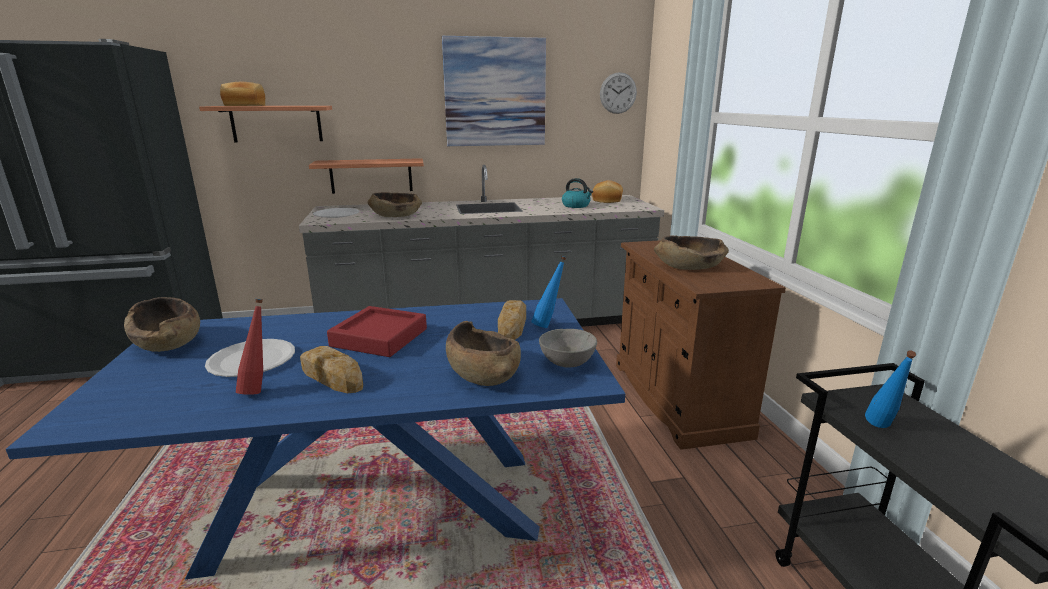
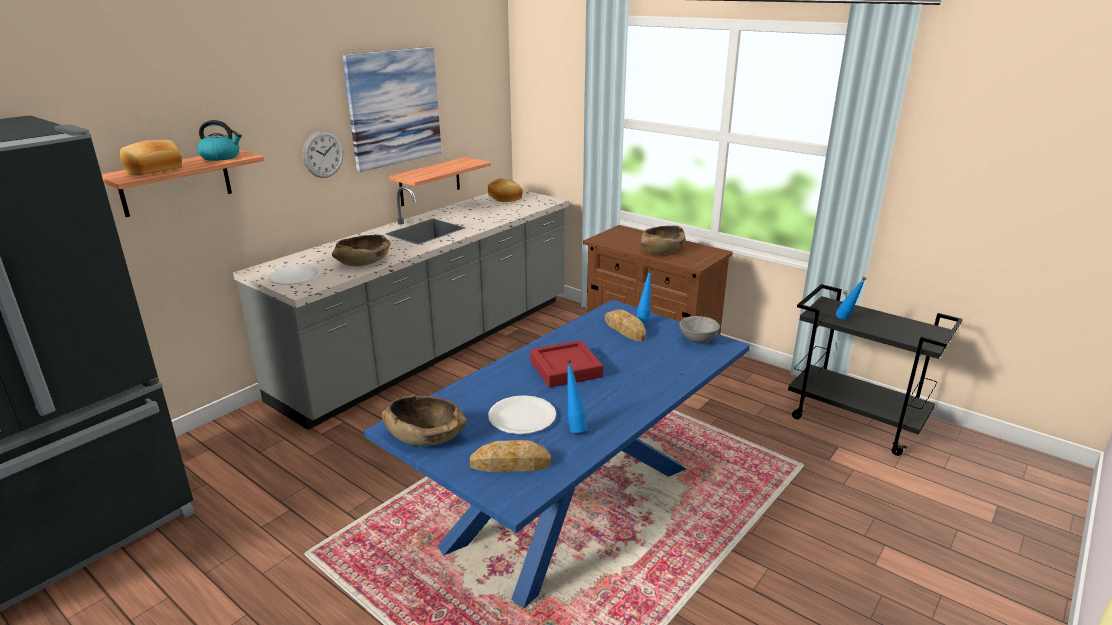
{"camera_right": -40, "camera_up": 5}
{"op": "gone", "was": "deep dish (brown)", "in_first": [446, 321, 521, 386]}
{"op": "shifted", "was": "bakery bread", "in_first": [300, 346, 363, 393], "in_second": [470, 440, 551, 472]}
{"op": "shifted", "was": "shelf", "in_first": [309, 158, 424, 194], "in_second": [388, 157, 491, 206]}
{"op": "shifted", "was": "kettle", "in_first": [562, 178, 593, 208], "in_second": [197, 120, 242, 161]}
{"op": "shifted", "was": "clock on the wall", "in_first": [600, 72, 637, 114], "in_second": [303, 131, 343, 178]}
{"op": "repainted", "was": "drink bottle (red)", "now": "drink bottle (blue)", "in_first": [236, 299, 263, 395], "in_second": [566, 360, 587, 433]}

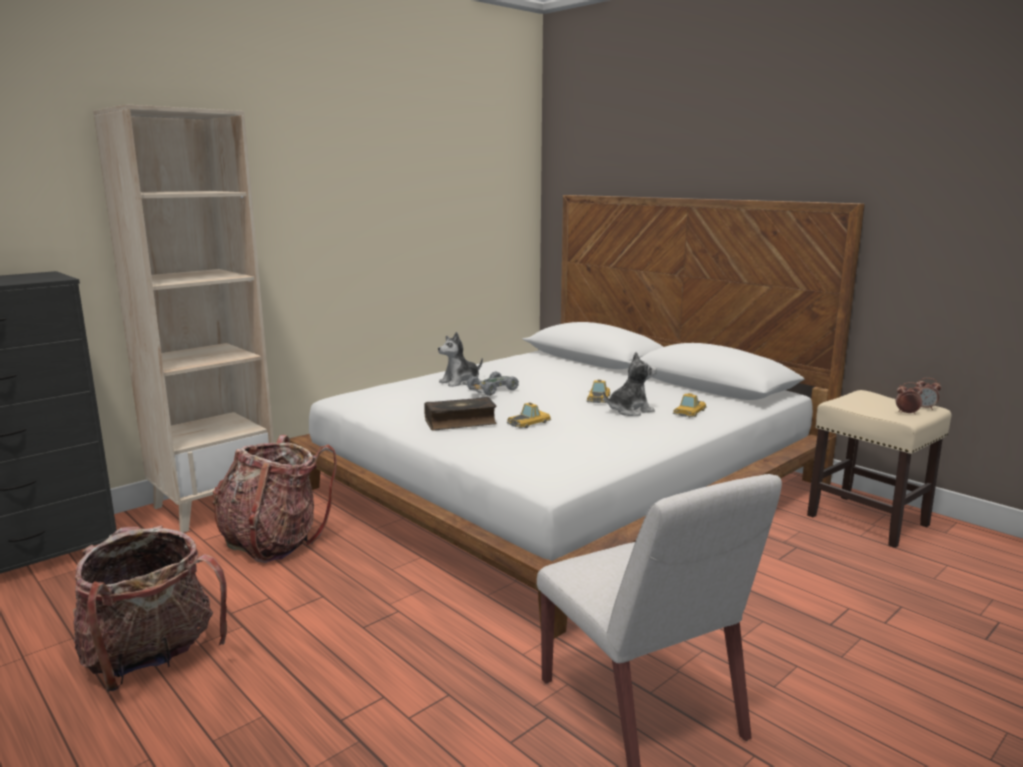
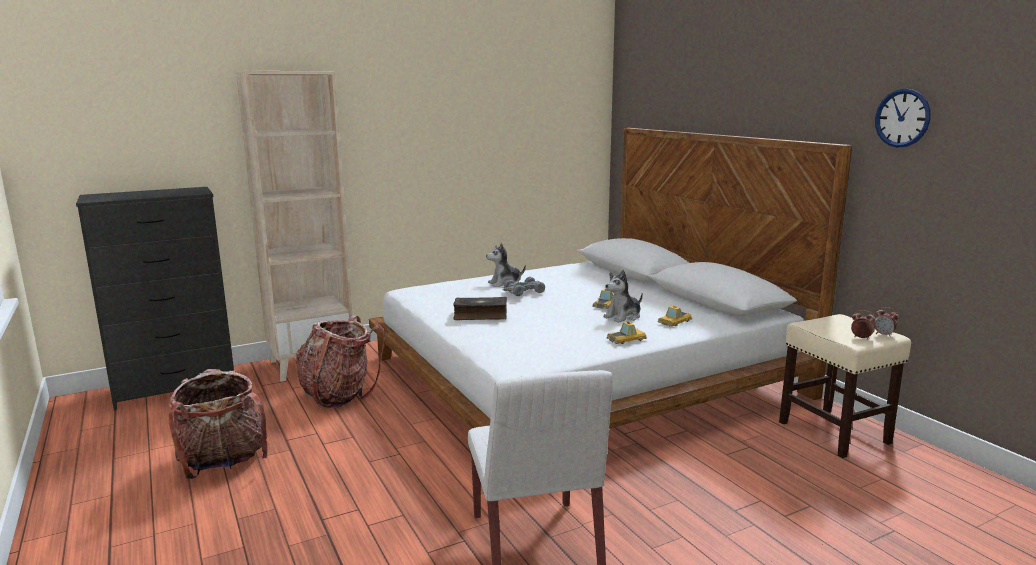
{"camera_right": 15, "camera_up": 0}
{"op": "new", "now": "clock on the wall", "in_second": [875, 89, 931, 148]}
{"op": "shifted", "was": "model car", "in_first": [507, 402, 551, 428], "in_second": [606, 321, 647, 344]}
{"op": "rotated", "was": "soft toy", "in_first": [603, 352, 657, 416], "in_second": [603, 270, 643, 323], "clockwise": 150}

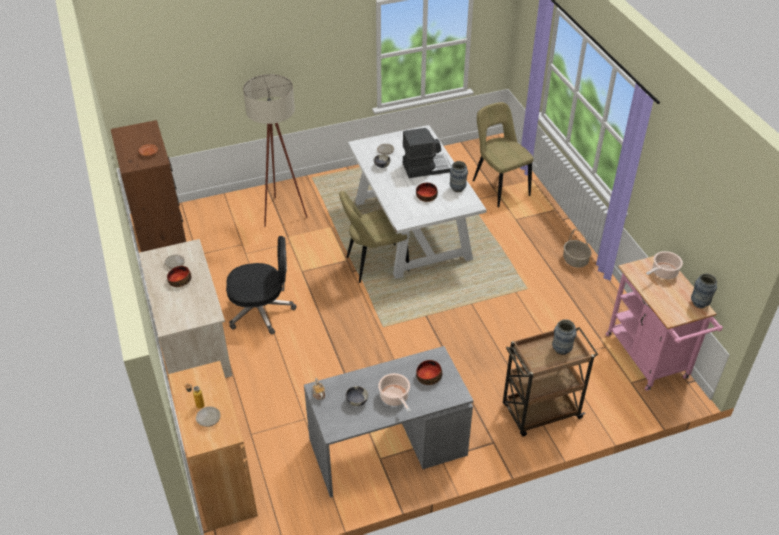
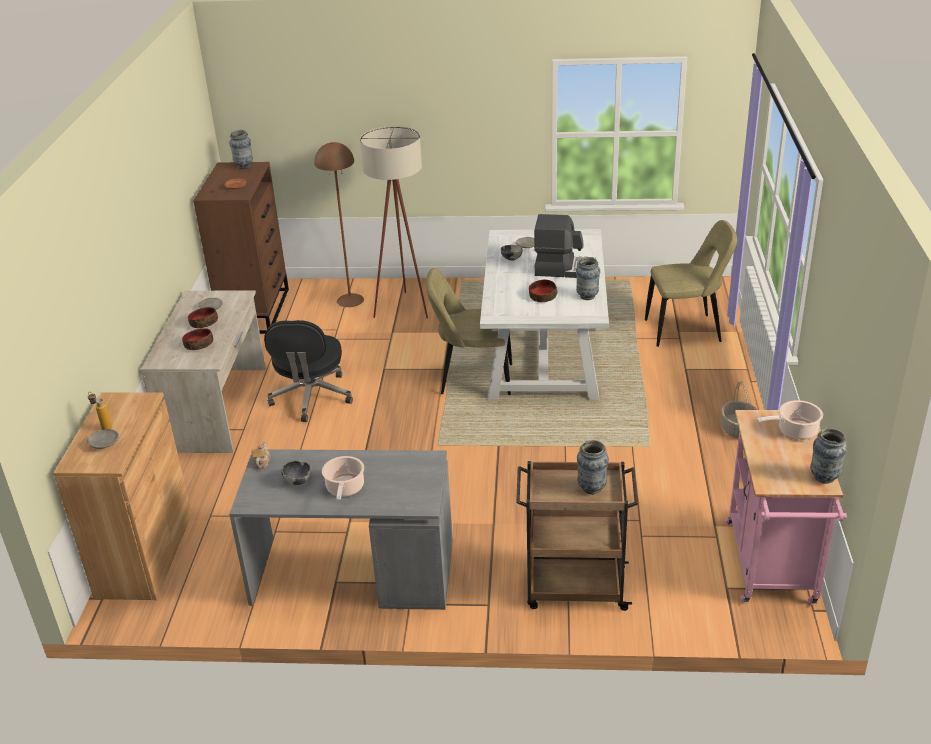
{"camera_right": 25, "camera_up": -10}
{"op": "new", "now": "decorative vase", "in_second": [229, 130, 253, 169]}
{"op": "new", "now": "floor lamp (brown)", "in_second": [314, 142, 364, 307]}
{"op": "shifted", "was": "deep dish", "in_first": [416, 360, 442, 385], "in_second": [182, 328, 213, 350]}
{"op": "rotated", "was": "office chair (black)", "in_first": [226, 236, 296, 335], "in_second": [264, 320, 353, 422], "clockwise": 75}
{"op": "rotated", "was": "upright chair (sand-coloured)", "in_first": [473, 102, 534, 207], "in_second": [645, 220, 737, 347], "clockwise": 90}

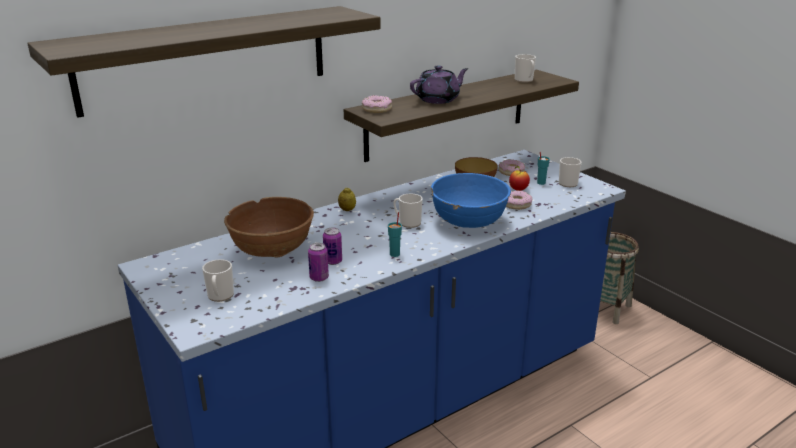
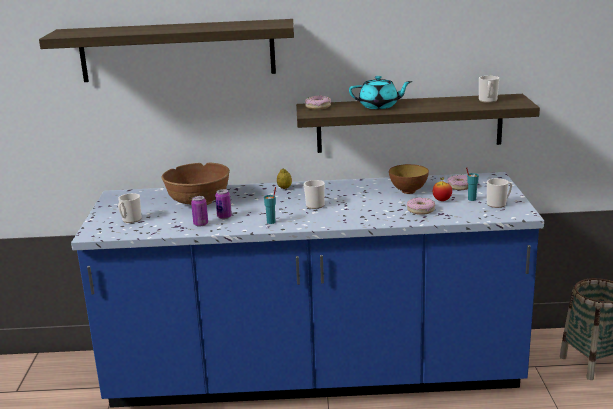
{"camera_right": 35, "camera_up": -5}
{"op": "gone", "was": "deep dish (blue)", "in_first": [431, 173, 511, 228]}
{"op": "repainted", "was": "pot for tea (purple-coloured)", "now": "pot for tea (turquoise)", "in_first": [410, 66, 469, 104], "in_second": [349, 76, 412, 109]}

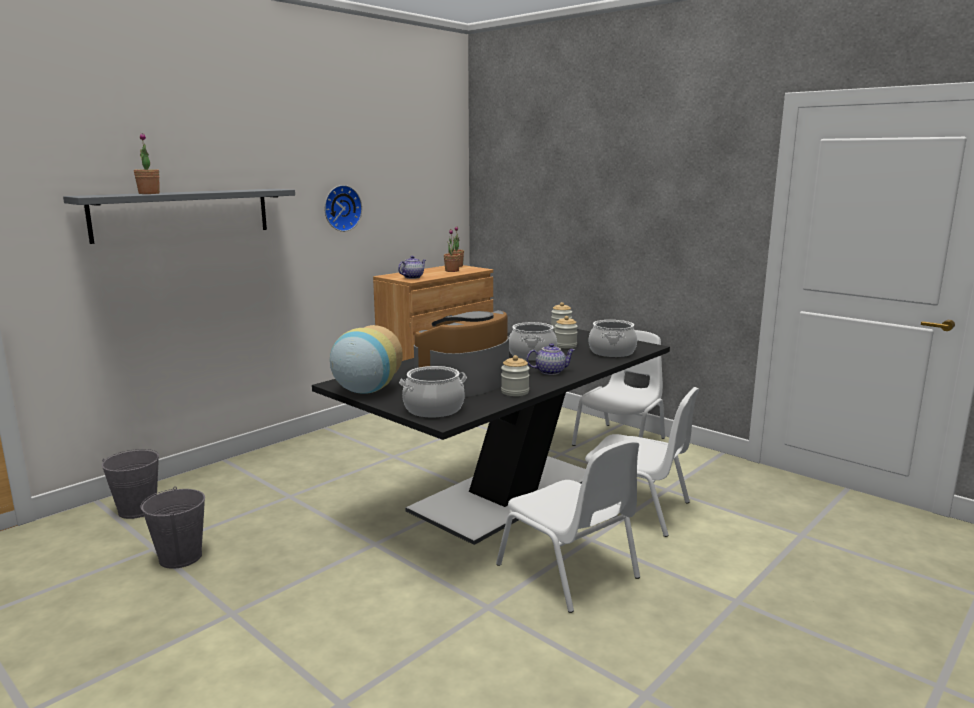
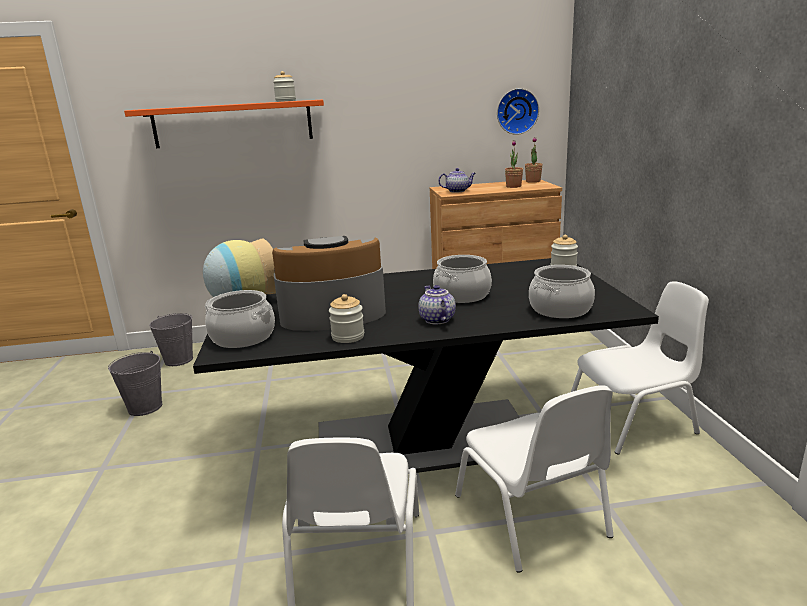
{"camera_right": 40, "camera_up": 5}
{"op": "gone", "was": "plant in a pot", "in_first": [134, 133, 160, 194]}
{"op": "shifted", "was": "clock on the wall", "in_first": [324, 185, 362, 232], "in_second": [497, 88, 539, 135]}
{"op": "shifted", "was": "jar", "in_first": [555, 316, 578, 348], "in_second": [273, 71, 296, 102]}
{"op": "repainted", "was": "shelf (greyish)", "now": "shelf (orange-coloured)", "in_first": [63, 189, 295, 244], "in_second": [124, 100, 324, 148]}
{"op": "rotated", "was": "pot for tea", "in_first": [526, 343, 575, 375], "in_second": [418, 285, 456, 325], "clockwise": -135}

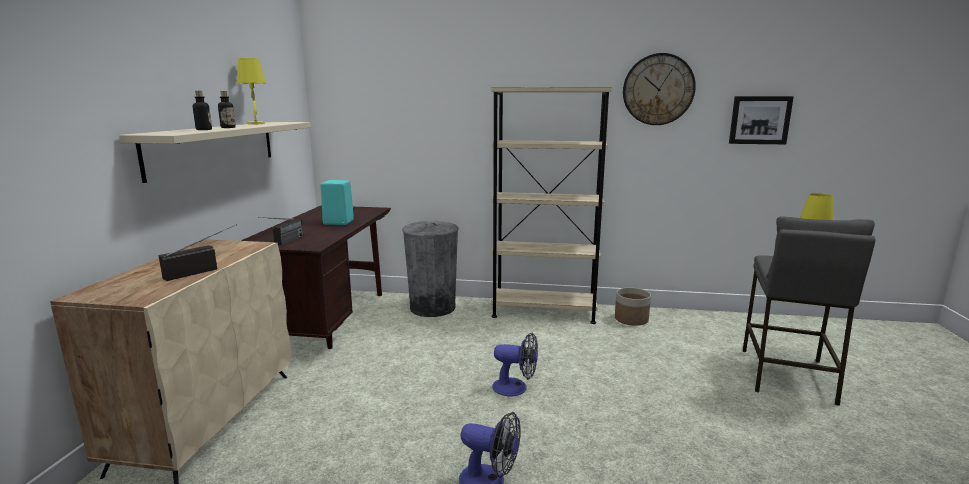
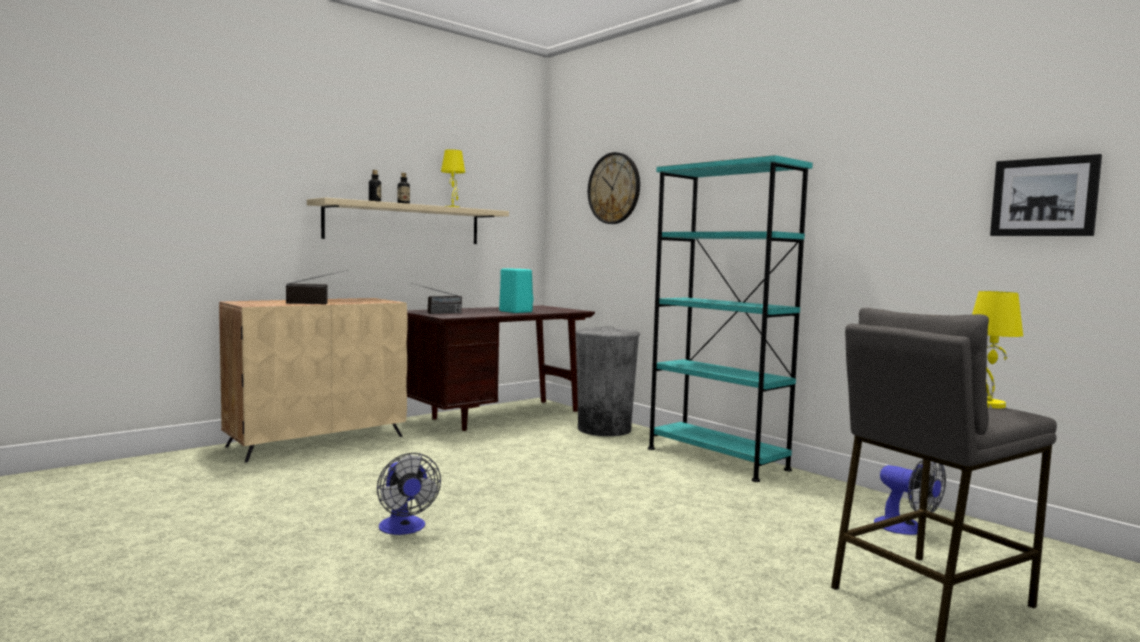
{"camera_right": 40, "camera_up": -10}
{"op": "gone", "was": "plant pot", "in_first": [615, 287, 651, 326]}
{"op": "shifted", "was": "fan", "in_first": [492, 333, 538, 396], "in_second": [874, 459, 946, 535]}
{"op": "shifted", "was": "clock on the wall", "in_first": [623, 53, 696, 125], "in_second": [588, 152, 640, 224]}
{"op": "repainted", "was": "bookshelf (sand-coloured)", "now": "bookshelf (turquoise)", "in_first": [491, 87, 612, 324], "in_second": [648, 155, 813, 482]}

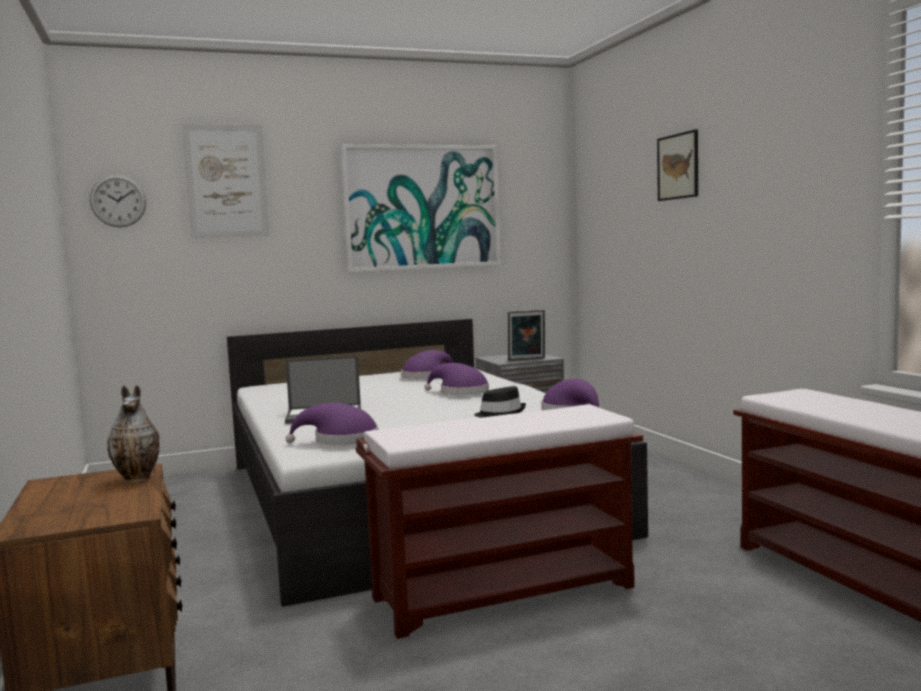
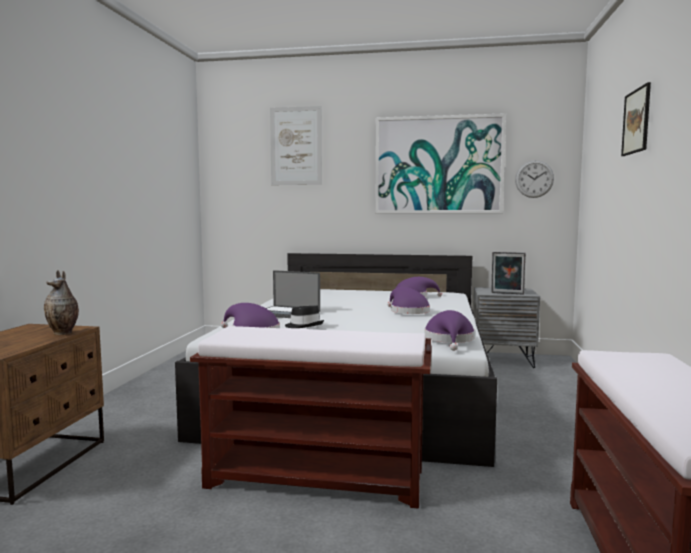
{"camera_right": 30, "camera_up": 0}
{"op": "shifted", "was": "clock on the wall", "in_first": [90, 174, 146, 228], "in_second": [515, 160, 554, 198]}
{"op": "shifted", "was": "wearable hat (black)", "in_first": [474, 386, 526, 418], "in_second": [285, 305, 324, 328]}

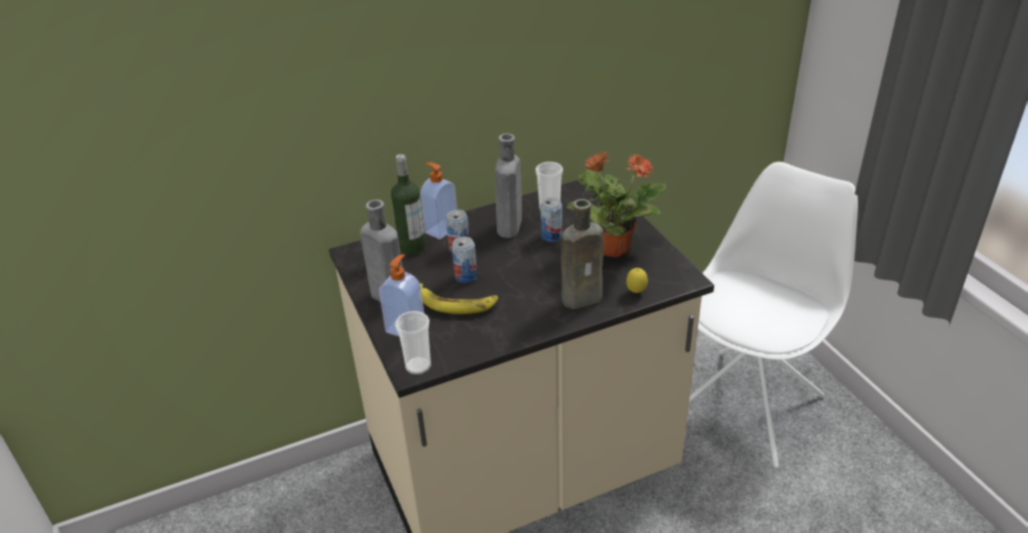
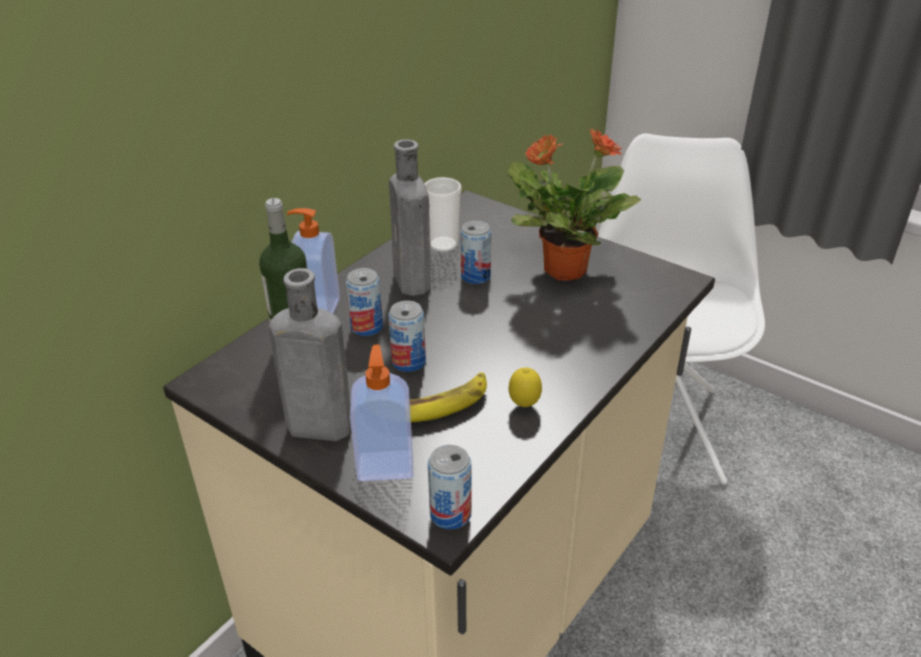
{"camera_right": -30, "camera_up": 0}
{"op": "gone", "was": "drink bottle (brown)", "in_first": [561, 199, 603, 309]}
{"op": "shifted", "was": "citrus fruit", "in_first": [626, 268, 648, 293], "in_second": [509, 368, 542, 407]}
{"op": "swapped", "was": "drinking cup", "now": "metal can", "in_first": [395, 311, 431, 375], "in_second": [428, 445, 471, 529]}

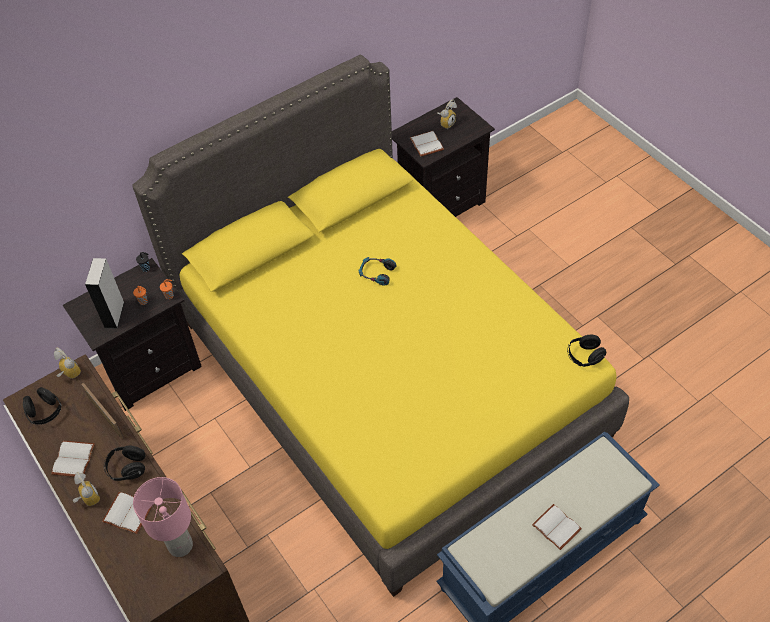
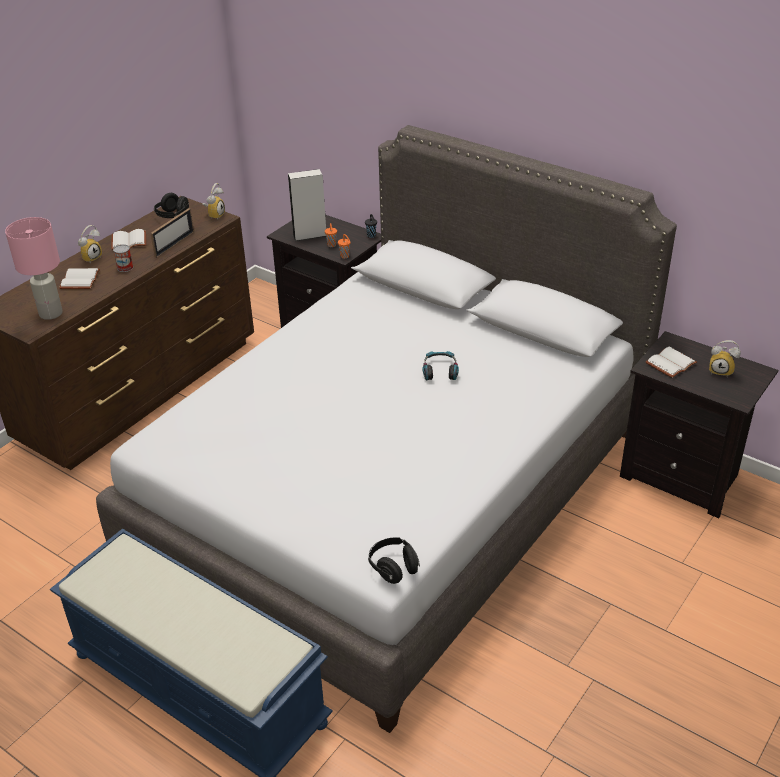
{"camera_right": 70, "camera_up": -15}
{"op": "gone", "was": "bound book (whitish)", "in_first": [532, 504, 582, 550]}
{"op": "swapped", "was": "pair of headphones (black)", "now": "metal can", "in_first": [104, 446, 145, 481], "in_second": [113, 244, 133, 272]}
{"op": "repainted", "was": "bed (yellow)", "now": "bed (greyish)", "in_first": [132, 55, 629, 597], "in_second": [96, 125, 677, 733]}

